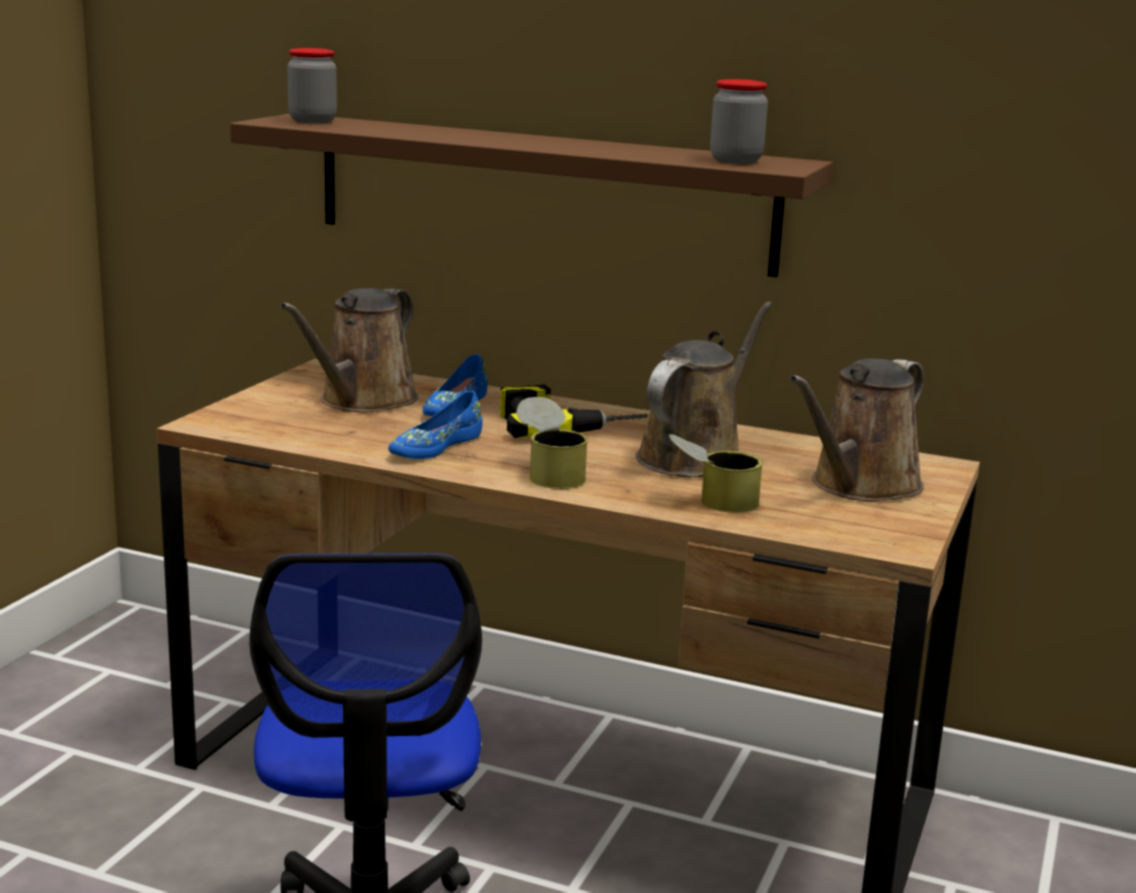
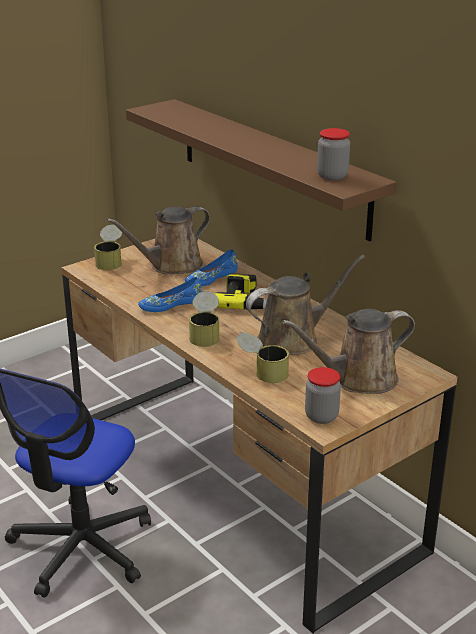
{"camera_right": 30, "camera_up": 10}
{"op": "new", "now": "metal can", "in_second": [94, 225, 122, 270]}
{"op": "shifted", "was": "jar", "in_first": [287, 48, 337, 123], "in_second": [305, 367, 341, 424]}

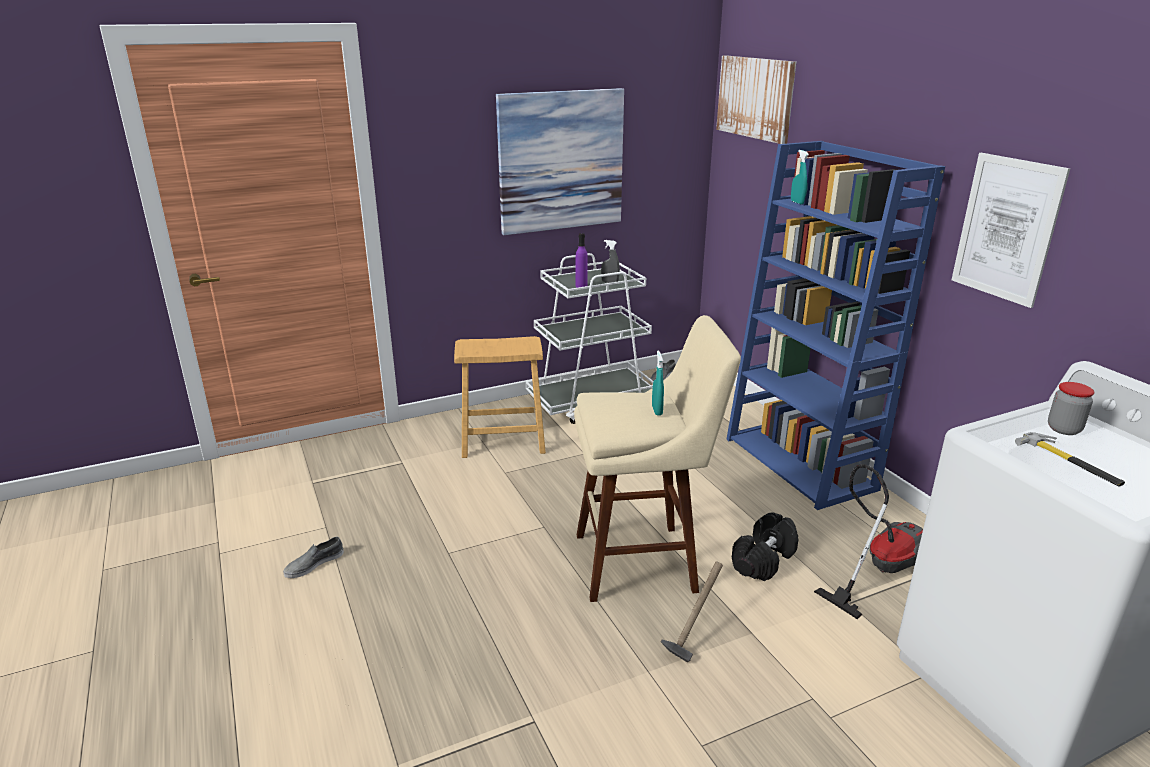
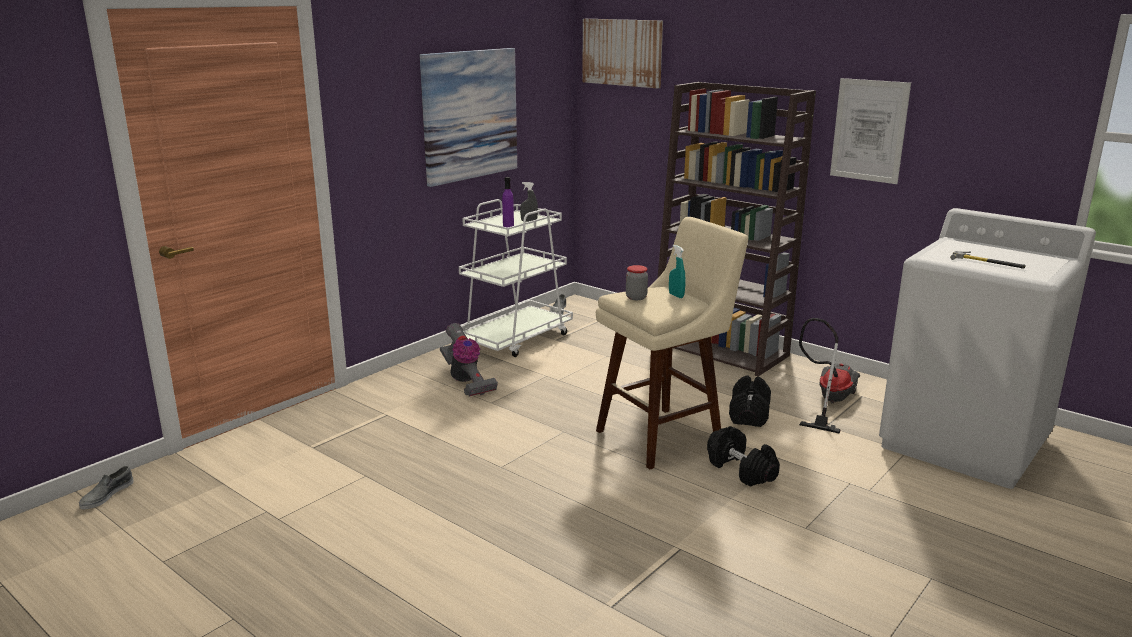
{"camera_right": -25, "camera_up": -5}
{"op": "gone", "was": "hand sprayer (turquoise)", "in_first": [791, 150, 809, 204]}
{"op": "shifted", "was": "item of footwear (greyish)", "in_first": [283, 537, 344, 578], "in_second": [79, 466, 133, 509]}
{"op": "shifted", "was": "jar", "in_first": [1048, 382, 1094, 435], "in_second": [626, 265, 648, 300]}
{"op": "swapped", "was": "stool (brown)", "now": "hoover", "in_first": [454, 336, 546, 458], "in_second": [440, 323, 498, 396]}
{"op": "swapped", "was": "hand hammer", "now": "free weight (black)", "in_first": [660, 561, 723, 662], "in_second": [707, 426, 780, 487]}
{"op": "repainted", "was": "bookshelf (blue)", "now": "bookshelf (brown)", "in_first": [726, 141, 945, 510], "in_second": [657, 82, 816, 377]}

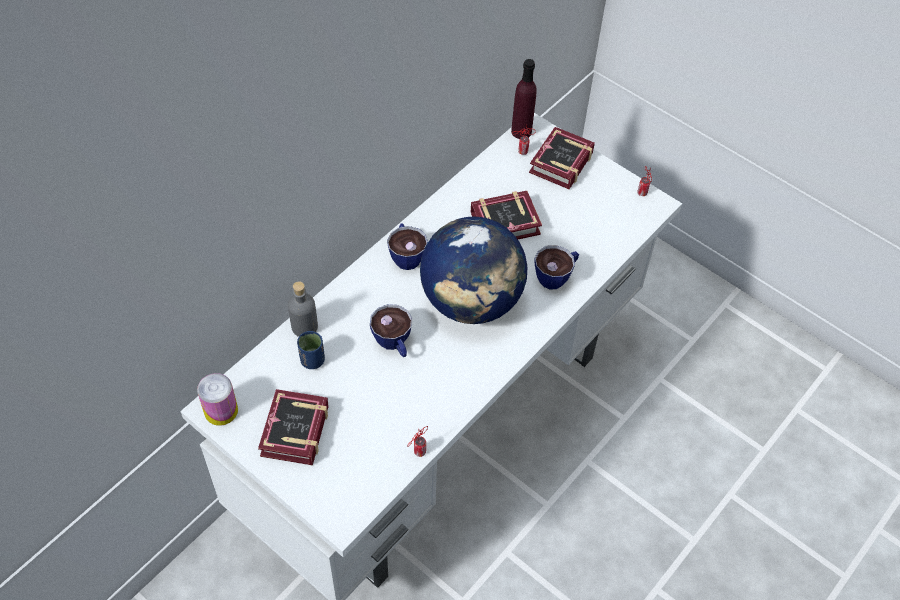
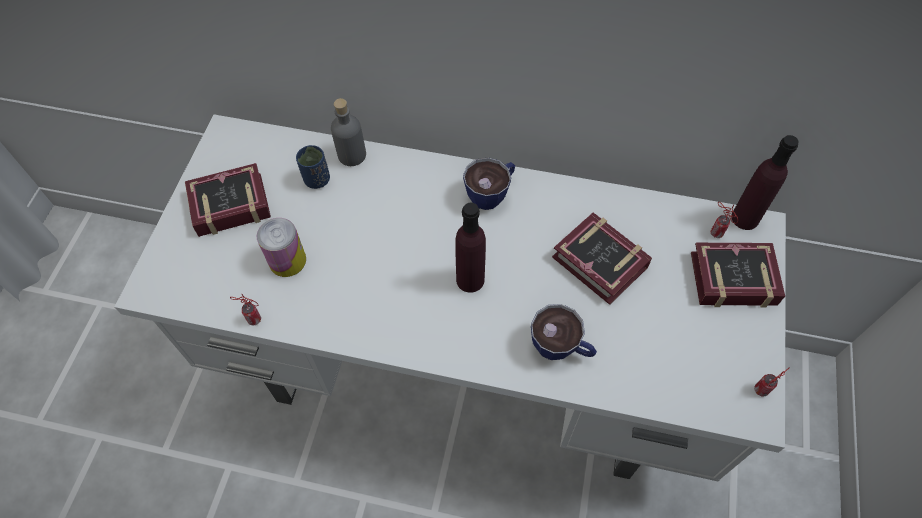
{"camera_right": 65, "camera_up": 5}
{"op": "gone", "was": "drinking cup", "in_first": [370, 304, 412, 357]}
{"op": "shifted", "was": "metal can", "in_first": [197, 373, 238, 426], "in_second": [257, 218, 306, 277]}
{"op": "swapped", "was": "world globe", "now": "drink bottle (purple-coloured)", "in_first": [420, 216, 527, 324], "in_second": [455, 202, 486, 293]}

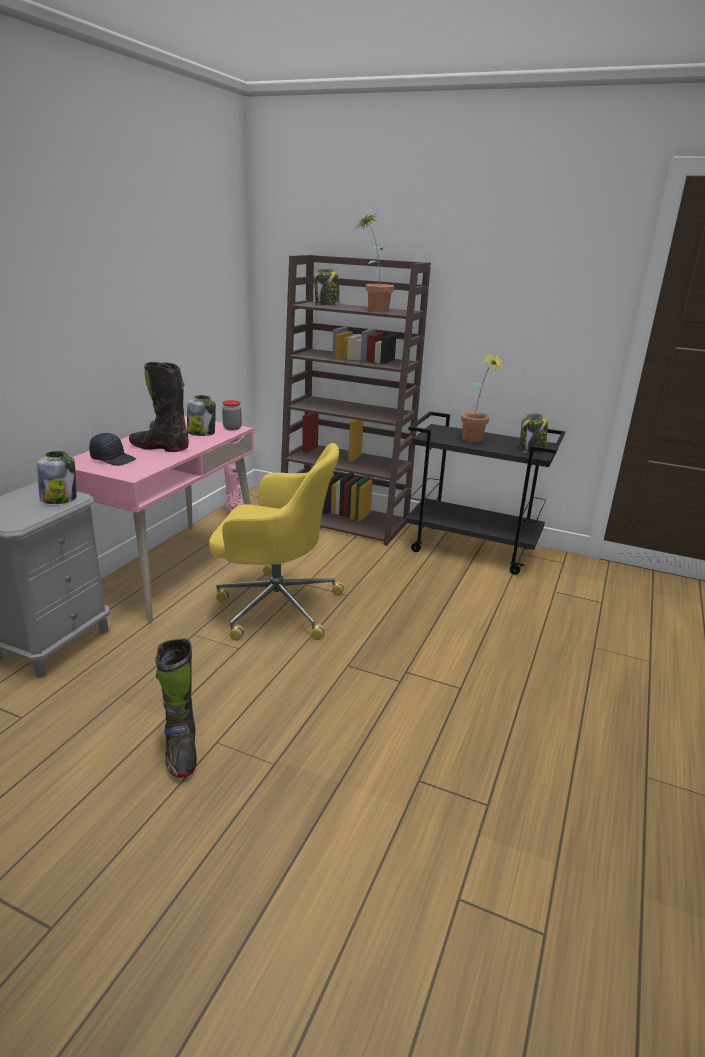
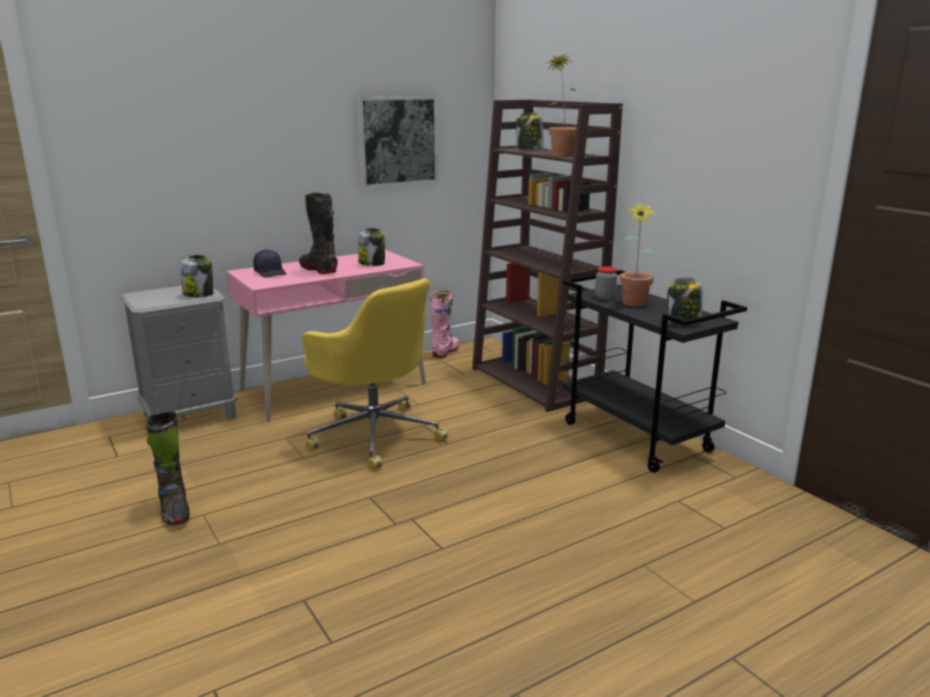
{"camera_right": 35, "camera_up": -5}
{"op": "new", "now": "wall picture", "in_second": [357, 96, 438, 188]}
{"op": "shifted", "was": "jar", "in_first": [222, 400, 242, 430], "in_second": [595, 266, 617, 300]}
{"op": "rotated", "was": "high-top boot (black)", "in_first": [155, 638, 197, 778], "in_second": [146, 410, 190, 525], "clockwise": -45}

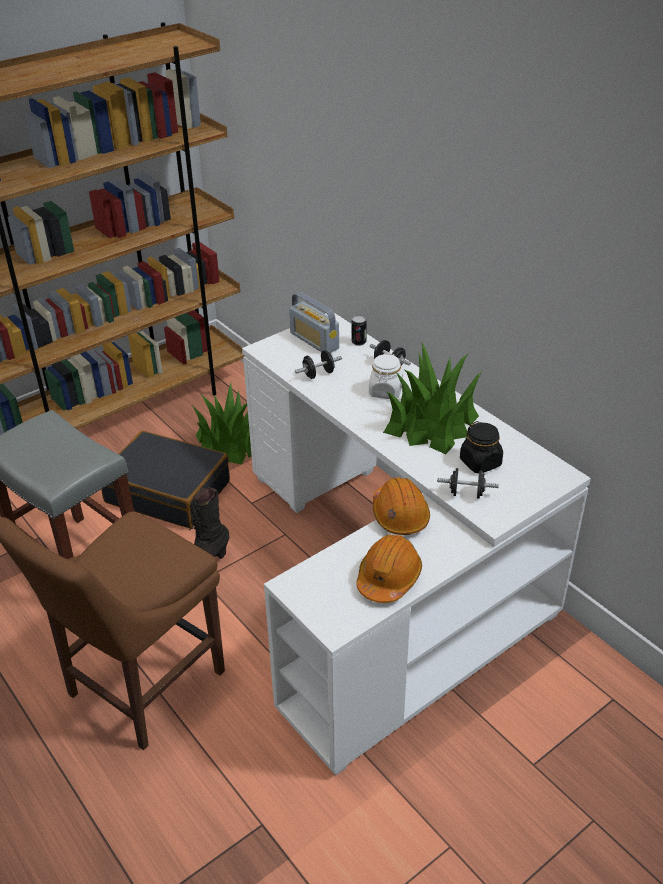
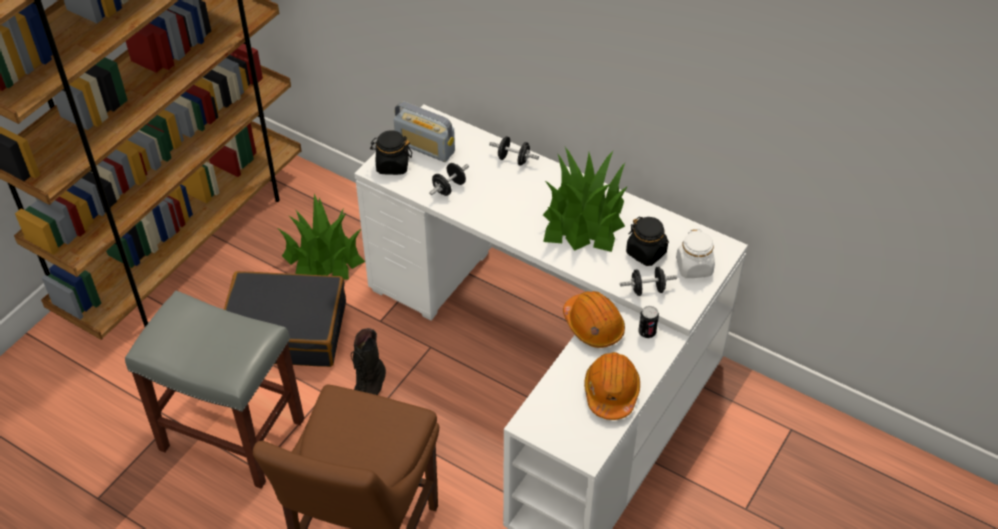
{"camera_right": -20, "camera_up": 10}
{"op": "new", "now": "jar (black)", "in_second": [370, 130, 412, 175]}
{"op": "shifted", "was": "metal can", "in_first": [351, 316, 367, 346], "in_second": [638, 306, 659, 338]}
{"op": "shifted", "was": "jar (whitish)", "in_first": [369, 353, 403, 399], "in_second": [676, 229, 715, 278]}

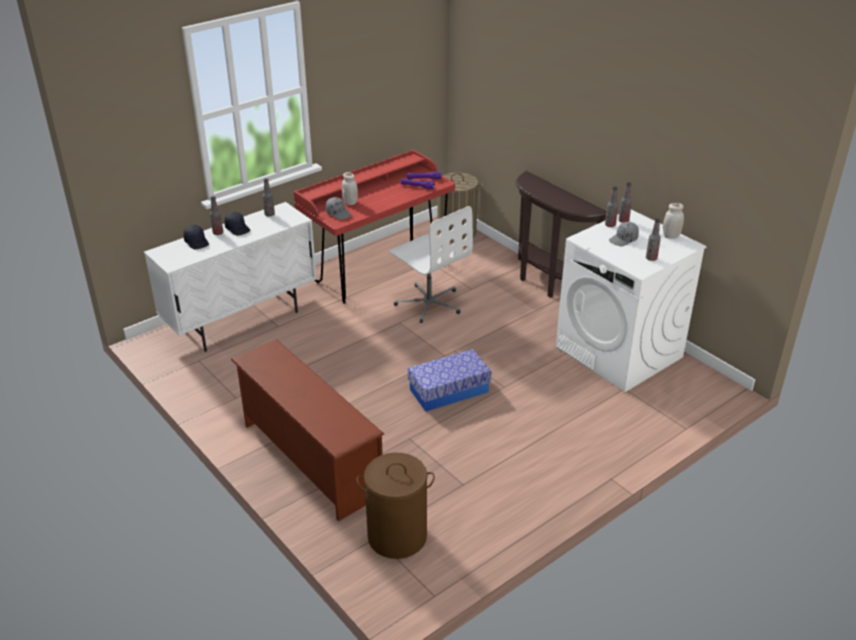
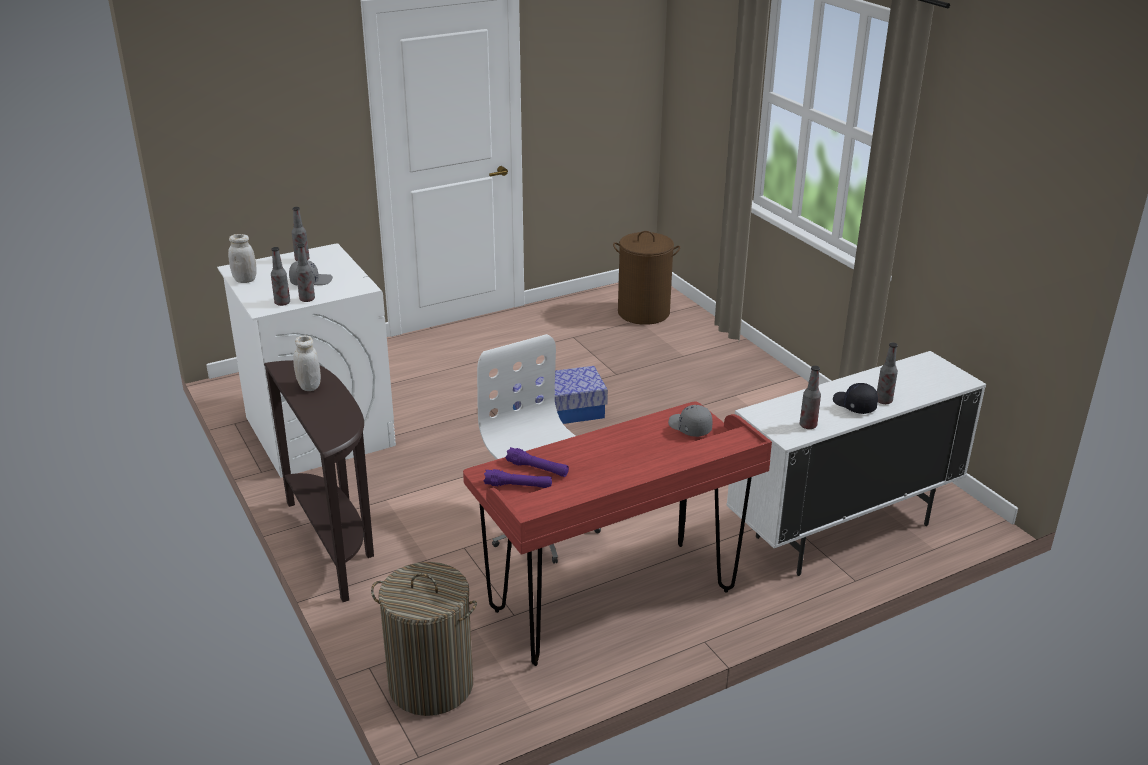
{"camera_right": -170, "camera_up": -5}
{"op": "gone", "was": "baseball cap (black)", "in_first": [183, 225, 209, 249]}
{"op": "gone", "was": "shoe stand (brown)", "in_first": [231, 339, 384, 521]}
{"op": "shifted", "was": "jar (whitish)", "in_first": [342, 172, 358, 205], "in_second": [293, 335, 321, 391]}

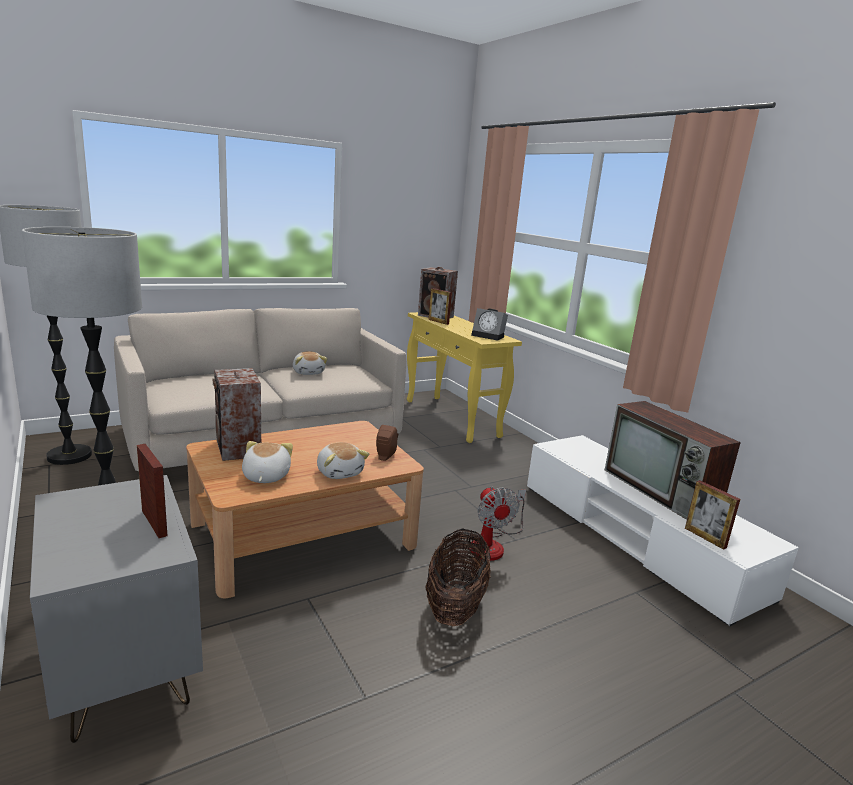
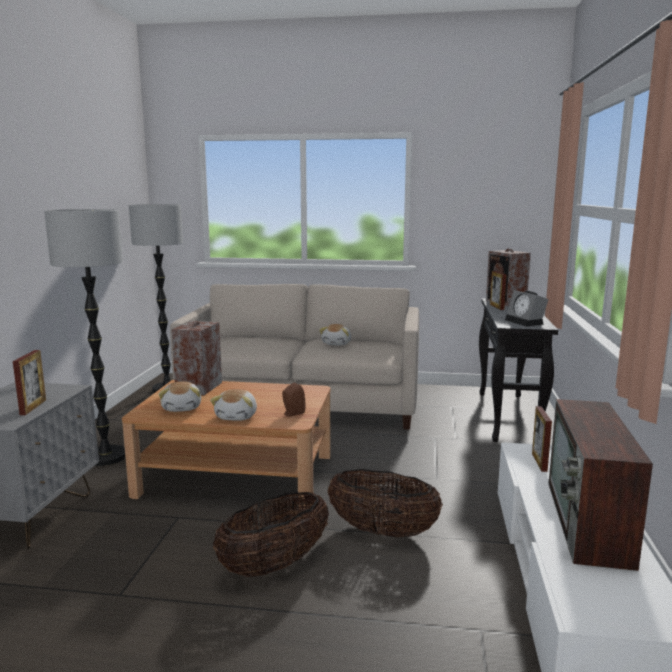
{"camera_right": 40, "camera_up": -5}
{"op": "shifted", "was": "standing frame", "in_first": [685, 480, 740, 550], "in_second": [532, 406, 552, 472]}
{"op": "swapped", "was": "fan", "now": "household basket", "in_first": [470, 486, 526, 561], "in_second": [328, 469, 443, 537]}
{"op": "repainted", "was": "narrow table (yellow)", "now": "narrow table (black)", "in_first": [407, 312, 522, 443], "in_second": [479, 298, 558, 442]}
{"op": "rotated", "was": "soft toy", "in_first": [242, 441, 293, 483], "in_second": [159, 381, 201, 412], "clockwise": 135}

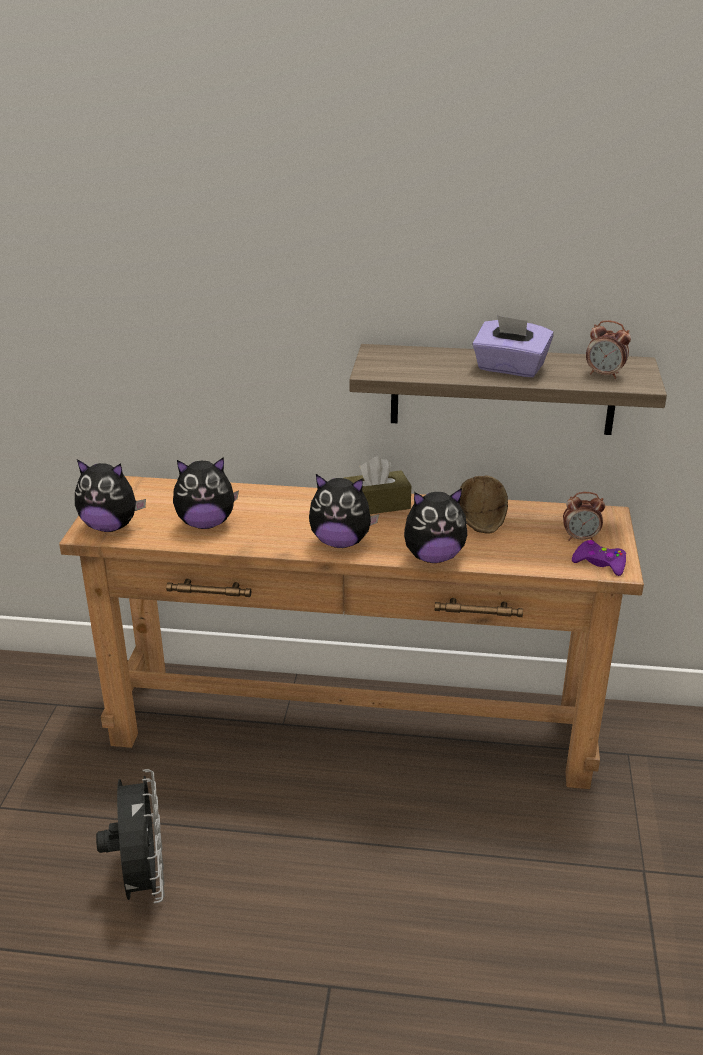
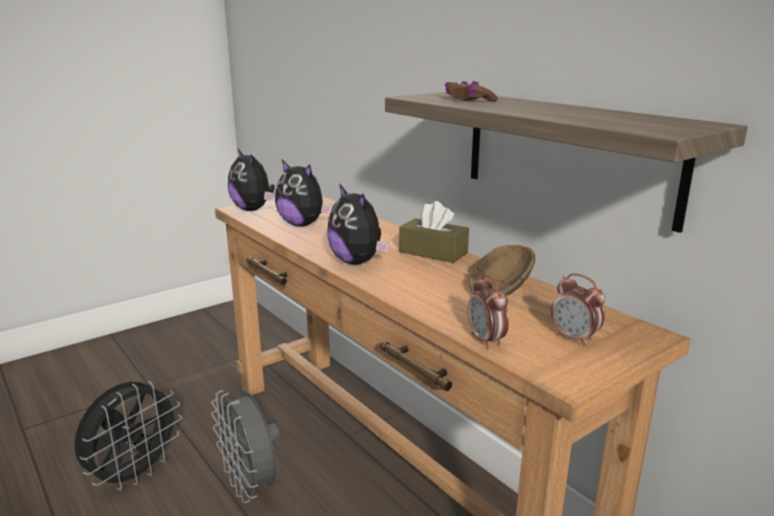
{"camera_right": 45, "camera_up": -10}
{"op": "gone", "was": "soft toy", "in_first": [404, 488, 467, 563]}
{"op": "gone", "was": "box of tissues (purple-coloured)", "in_first": [472, 315, 554, 378]}
{"op": "gone", "was": "game controller (purple-coloured)", "in_first": [572, 540, 626, 576]}
{"op": "new", "now": "fan (greyish)", "in_second": [211, 390, 280, 503]}
{"op": "new", "now": "game controller (brown)", "in_second": [444, 81, 498, 102]}
{"op": "shifted", "was": "bedside clock", "in_first": [586, 320, 631, 379], "in_second": [467, 274, 509, 349]}

